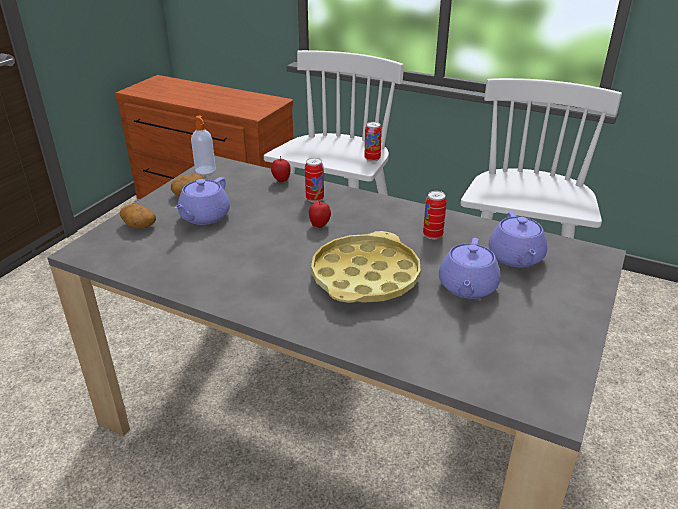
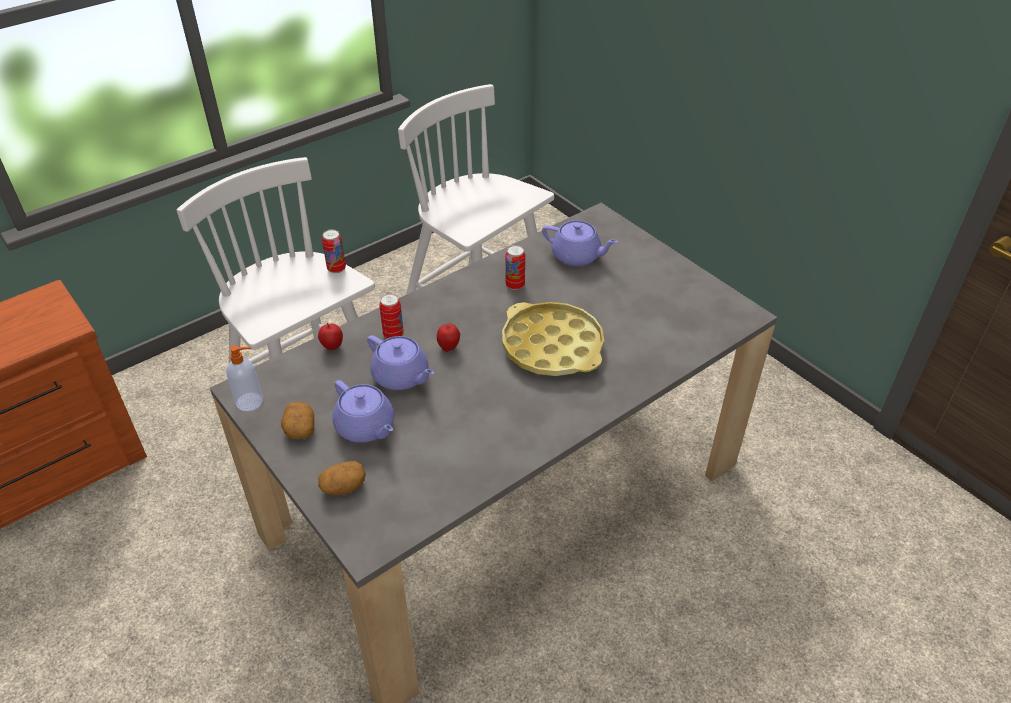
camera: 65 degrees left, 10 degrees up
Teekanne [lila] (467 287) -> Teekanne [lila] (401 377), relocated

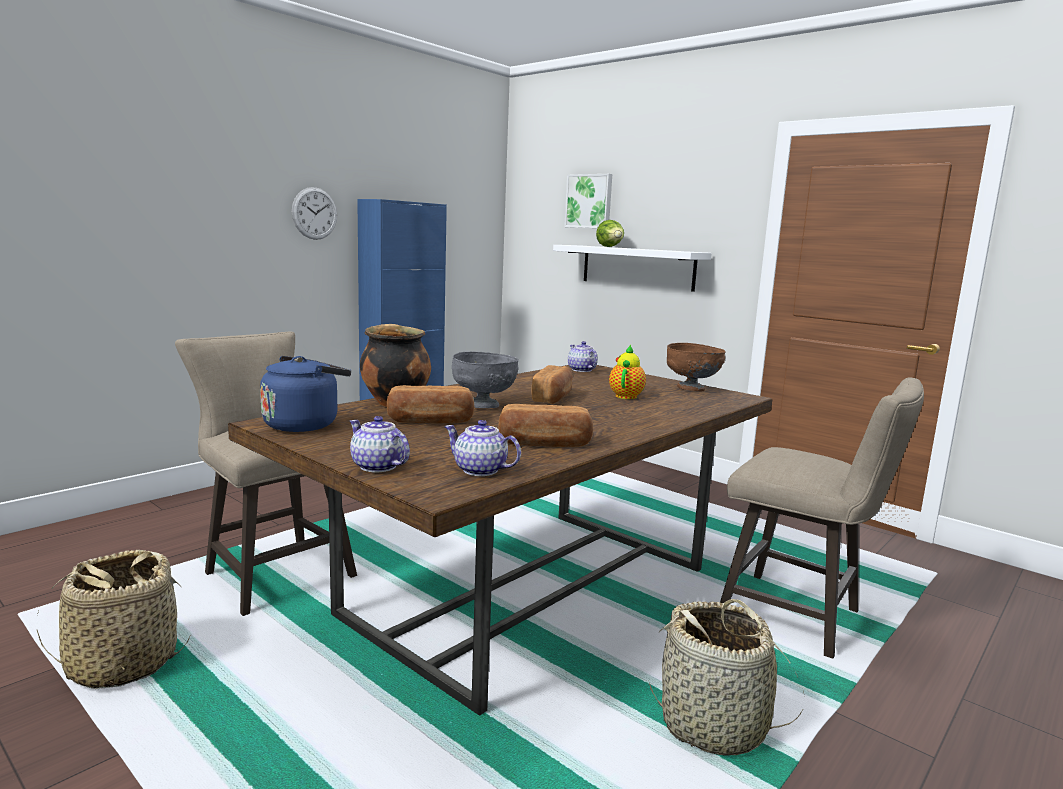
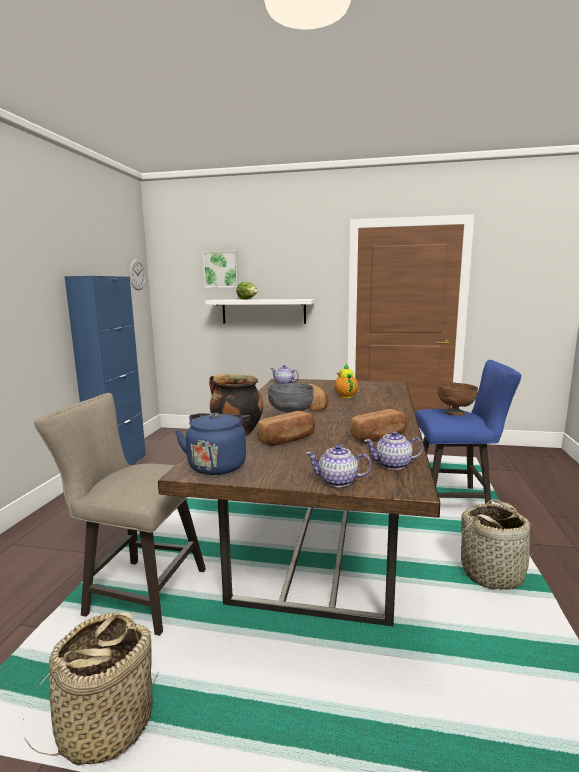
camera: 30 degrees left, 0 degrees up
Wanduhr (314 213) -> Wanduhr (137 274), relocated
Schüssel [braun] (691 389) -> Schüssel [braun] (455 413), relocated
Hocker [beige] (800 618) -> Hocker [blau] (456 500)

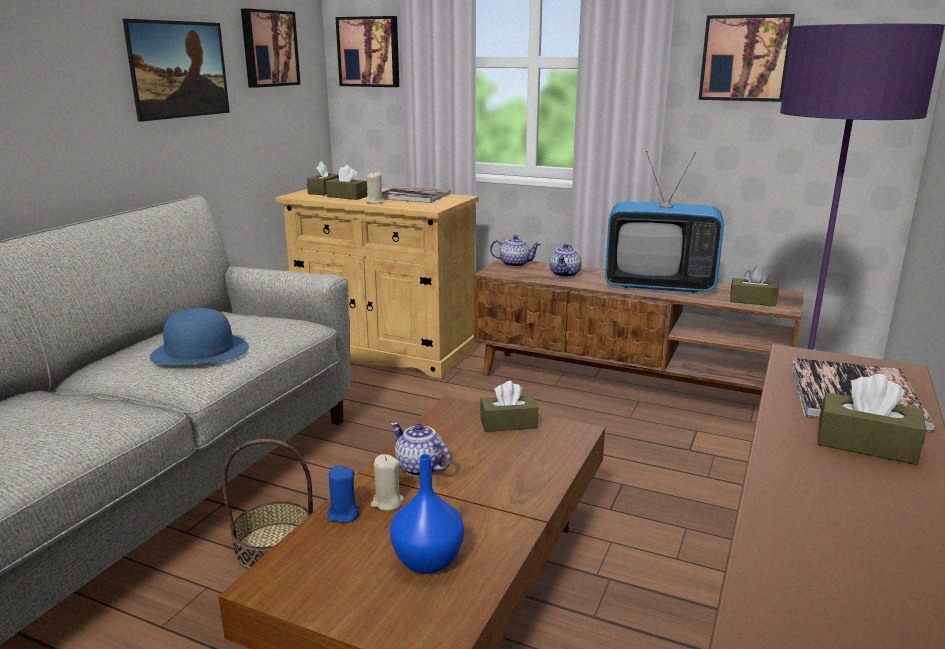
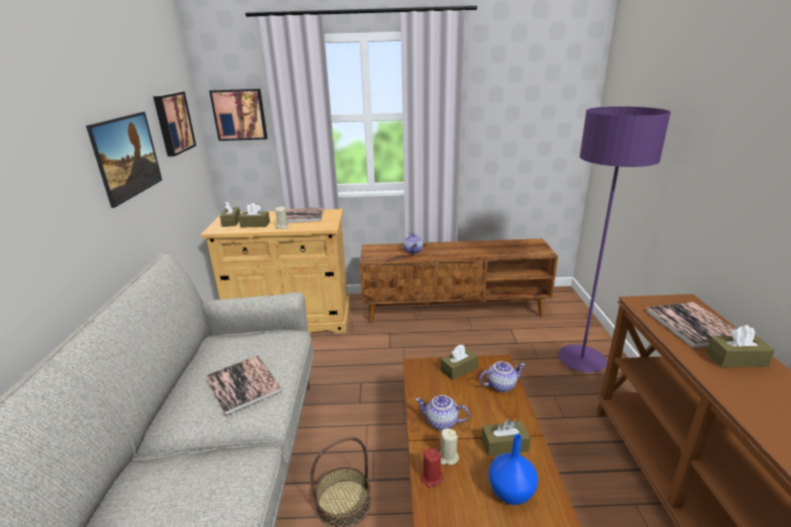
camera: 25 degrees left, 5 degrees up
Bild (745 58) -> none
Fernseher (659 285) -> none
Teekanne (515 264) -> Teekanne (501 385), relocated
Taschentuchbox [braun] (752 300) -> Taschentuchbox [braun] (504 445), relocated
Hut [blau] (199 351) -> Buch (243 385)
Kerze [blau] (343 515) -> Kerze [rot] (431 478)

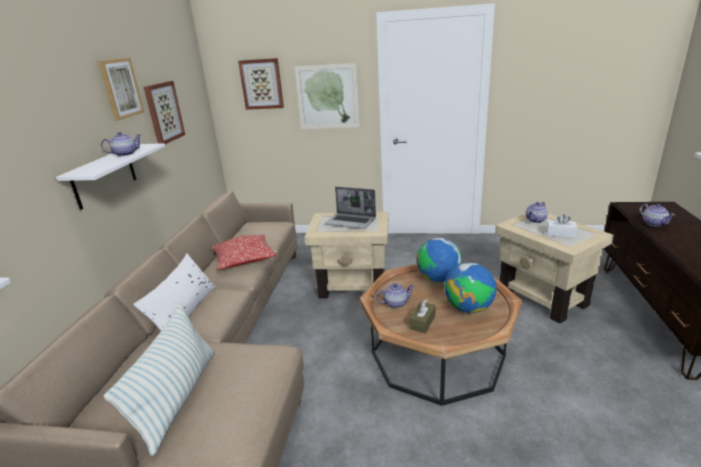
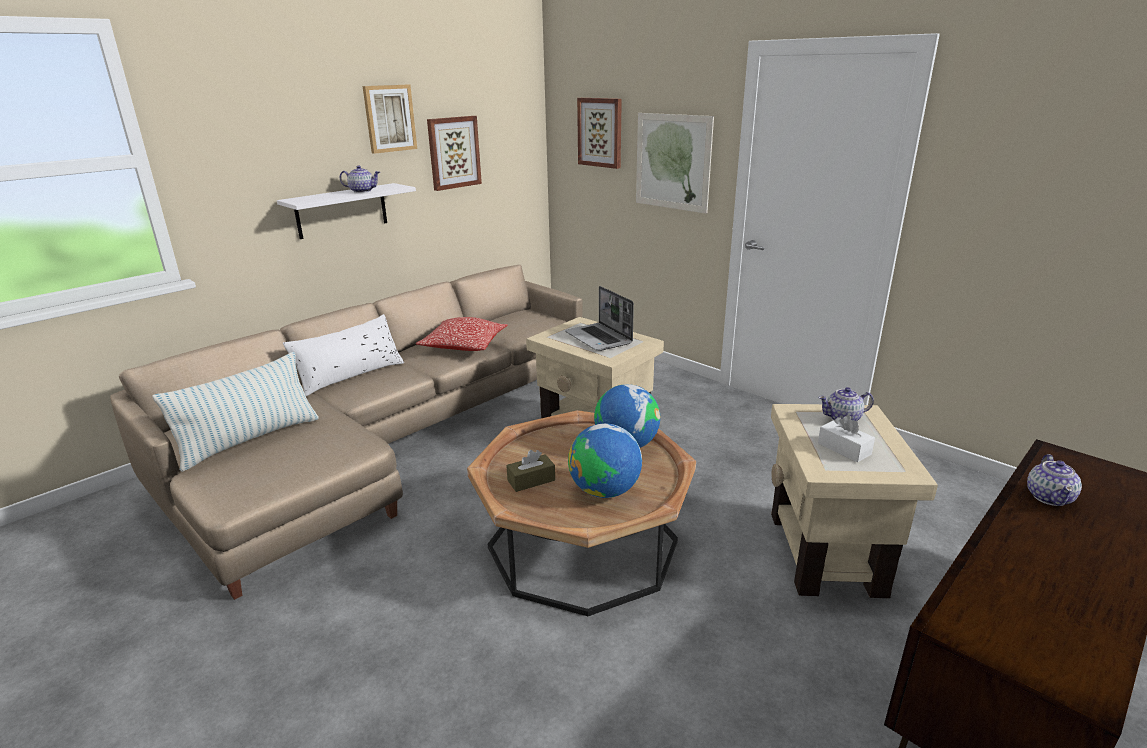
camera: 35 degrees right, 0 degrees up
Teekanne (395 303) -> none

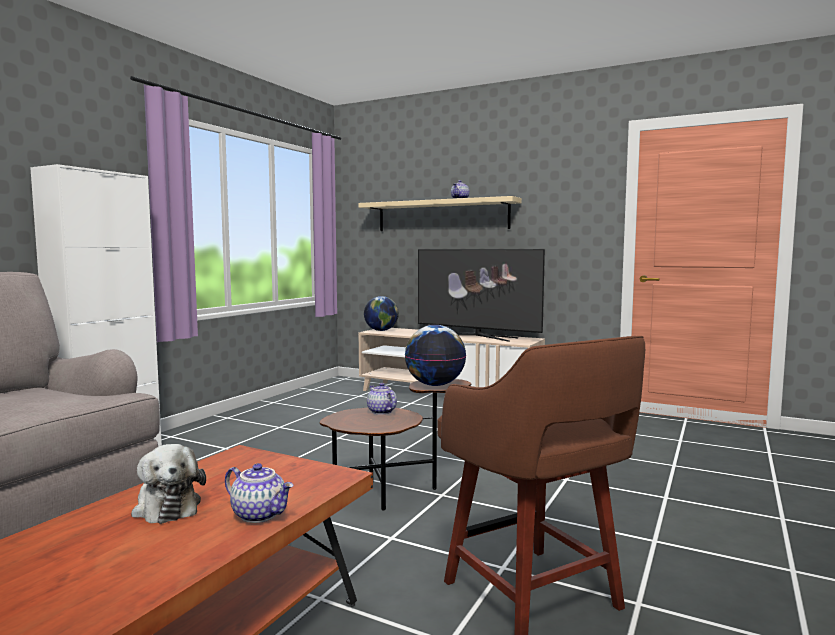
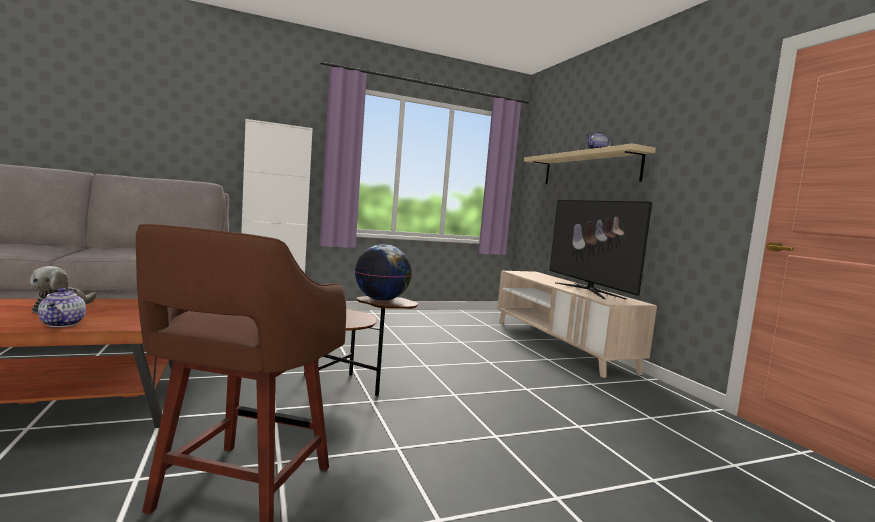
camera: 40 degrees right, 0 degrees up
Globus (381 330) -> none
Teekanne (381 412) -> none

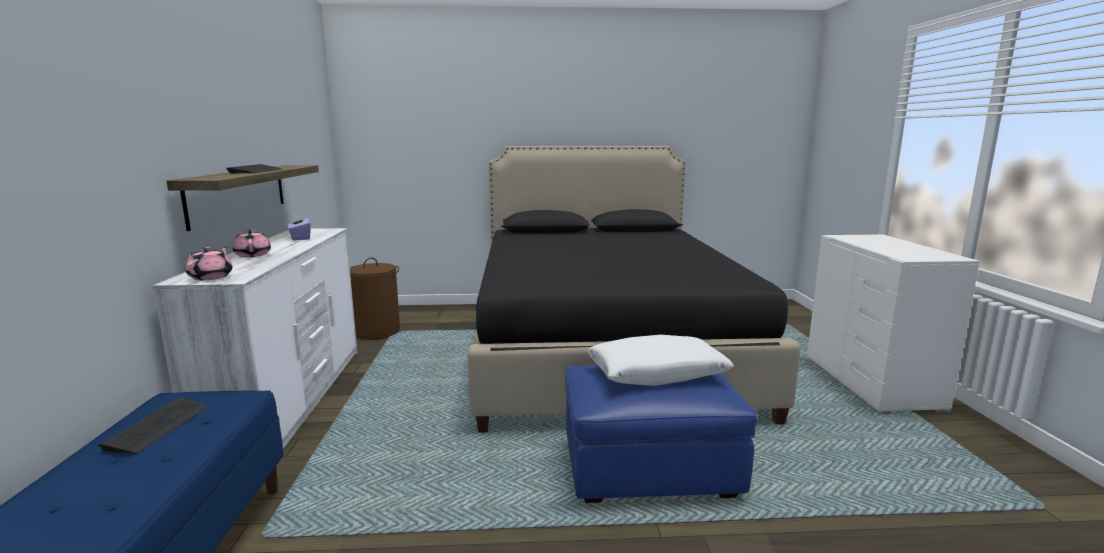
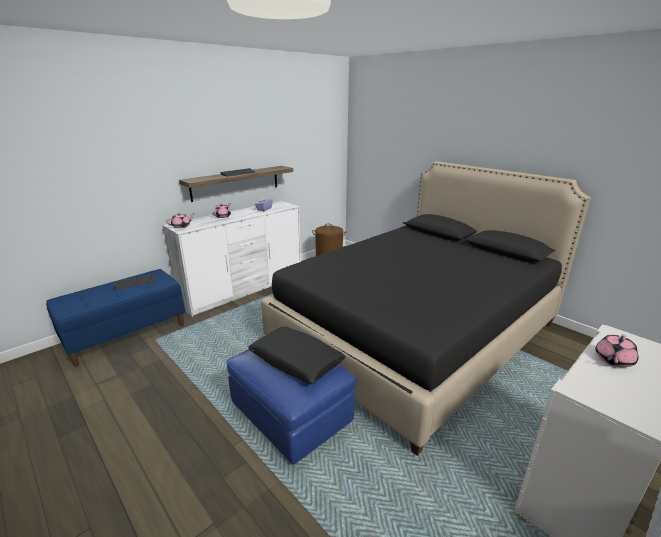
camera: 50 degrees right, 10 degrees up
Kissen [weiß] (657 373) -> Kissen [schwarz] (296 361)
none -> Teekanne [rosa] (613 360)

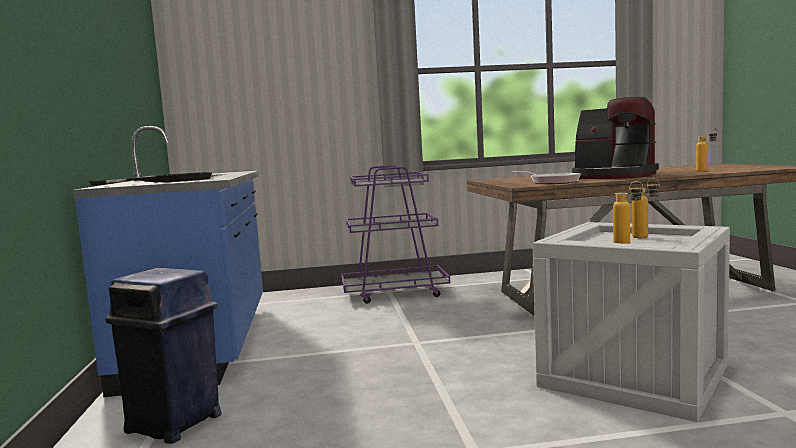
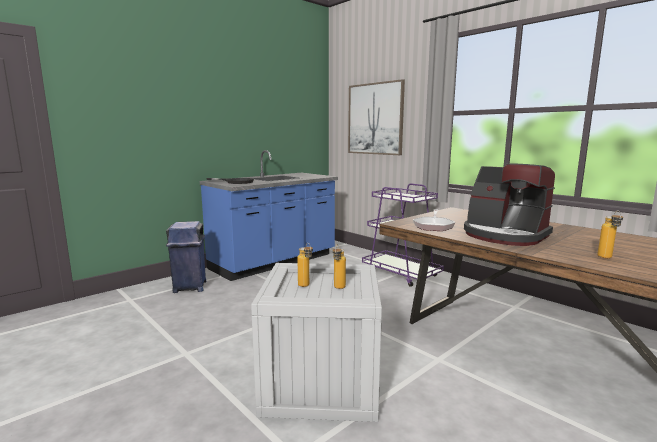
camera: 55 degrees right, 5 degrees up
Kaffeemaschine (614 176) -> Kaffeemaschine (504 235), 45 degrees counterclockwise
none -> Bild (375 119)

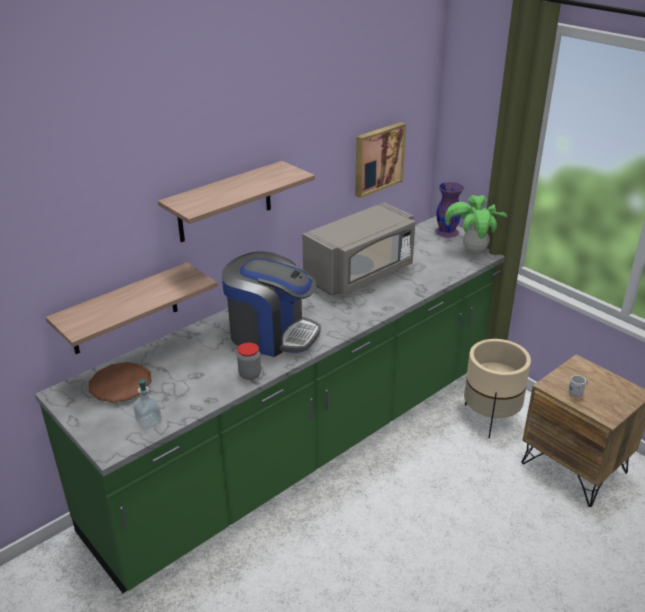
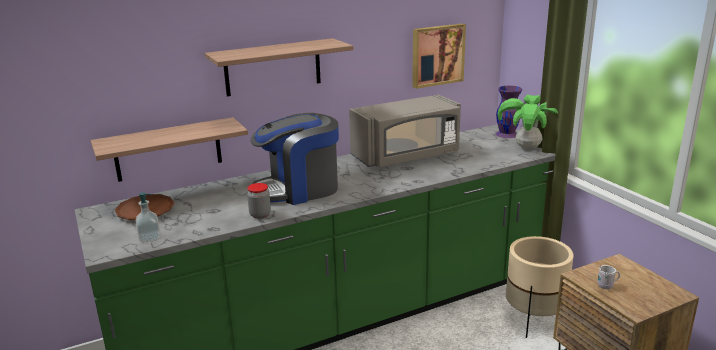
camera: 15 degrees right, 10 degrees down
Kaffeemaschine (272 334) -> Kaffeemaschine (299 189), 120 degrees clockwise

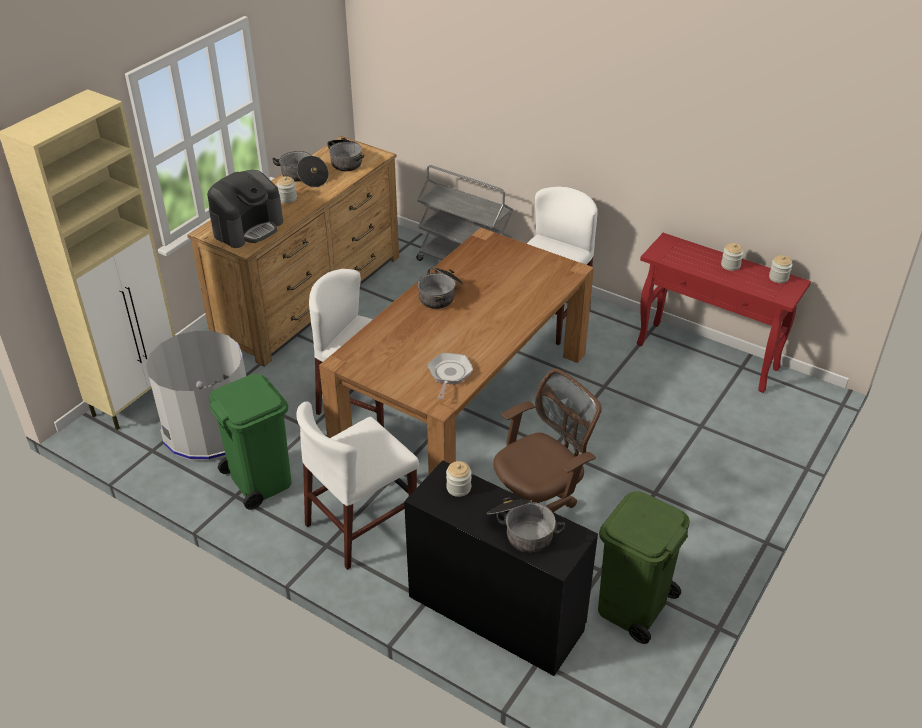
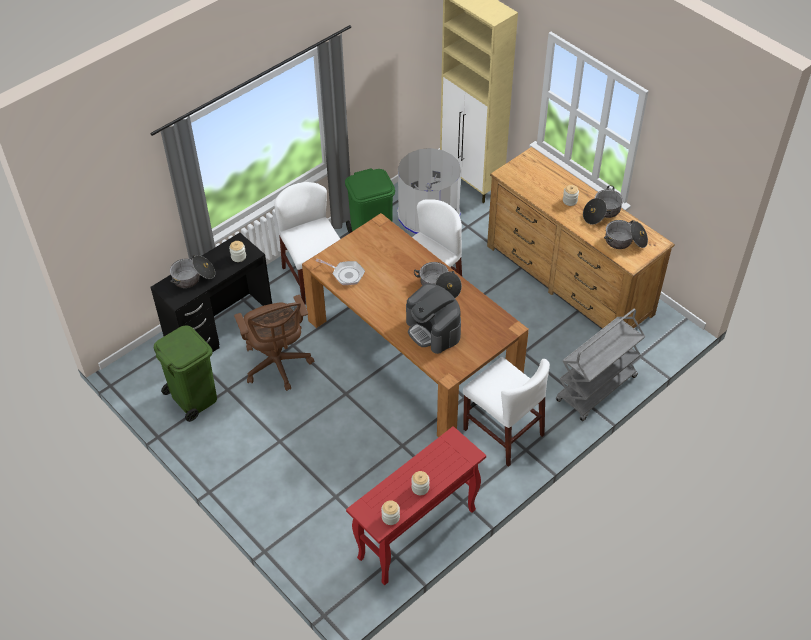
camera: 105 degrees right, 10 degrees up
Kaffeemaschine (248 228) -> Kaffeemaschine (433 330), relocated

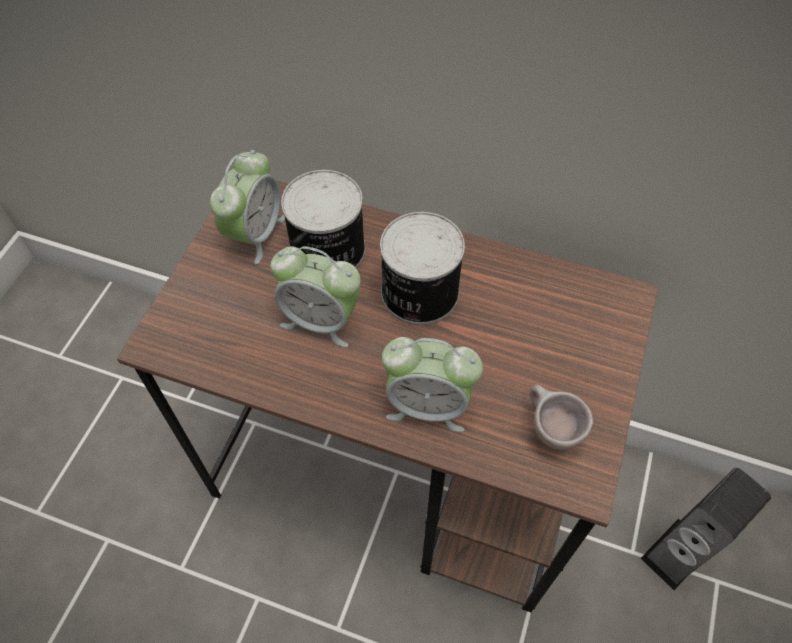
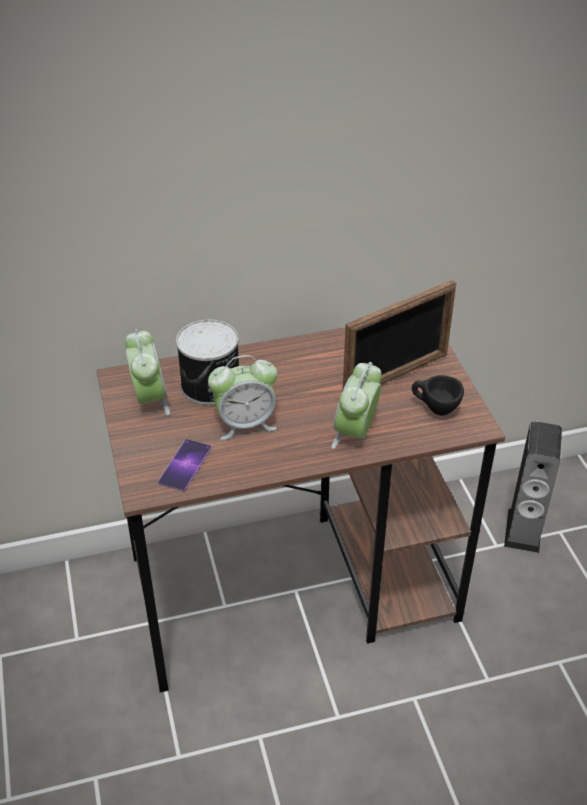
camera: 35 degrees left, 15 degrees down
Dose (418 293) -> none
Wecker (428 405) -> Wecker (355 433), 135 degrees clockwise
Tasse [beige] (549 429) -> Tasse [schwarz] (434 409)
none -> Bilderrahmen (396 376)
none -> Handy (185 465)

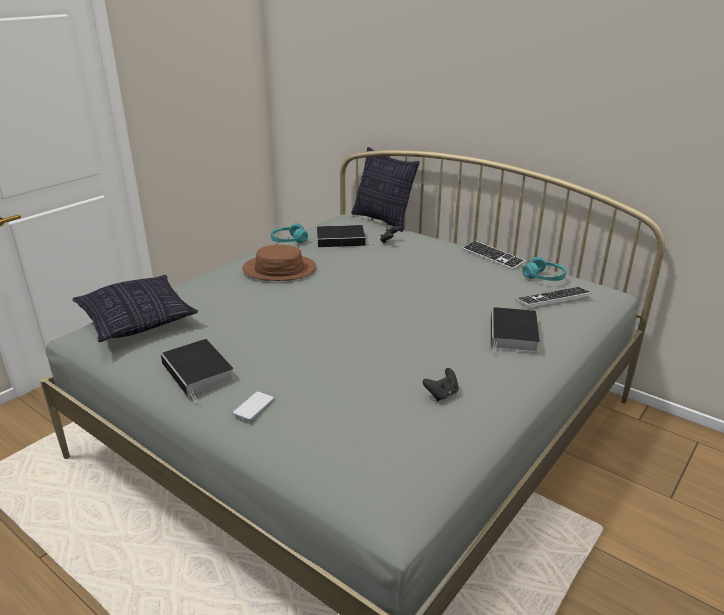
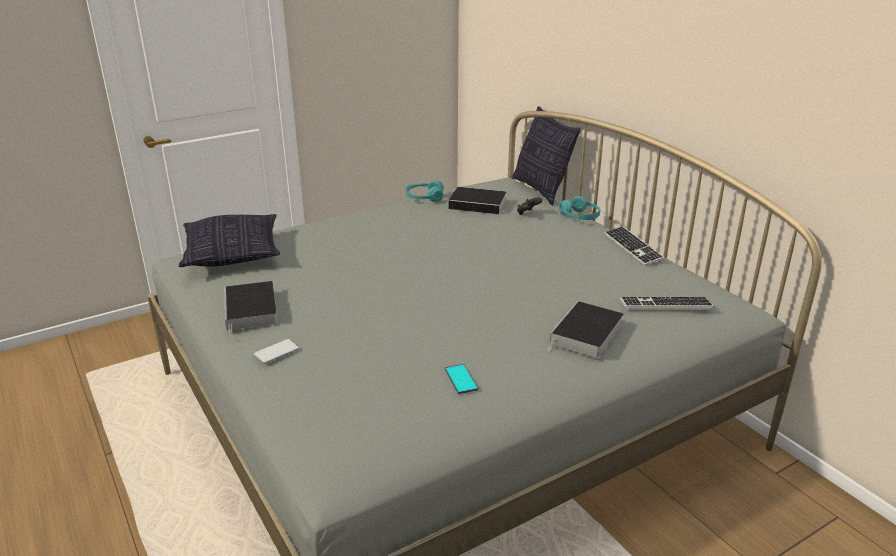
camera: 20 degrees right, 0 degrees up
Hut [braun] (279 269) -> none
Kopfhörer [türkis] (544 277) -> Kopfhörer [türkis] (579 216), relocated
Gamepad [schwarz] (442 394) -> Handy (460 379)

